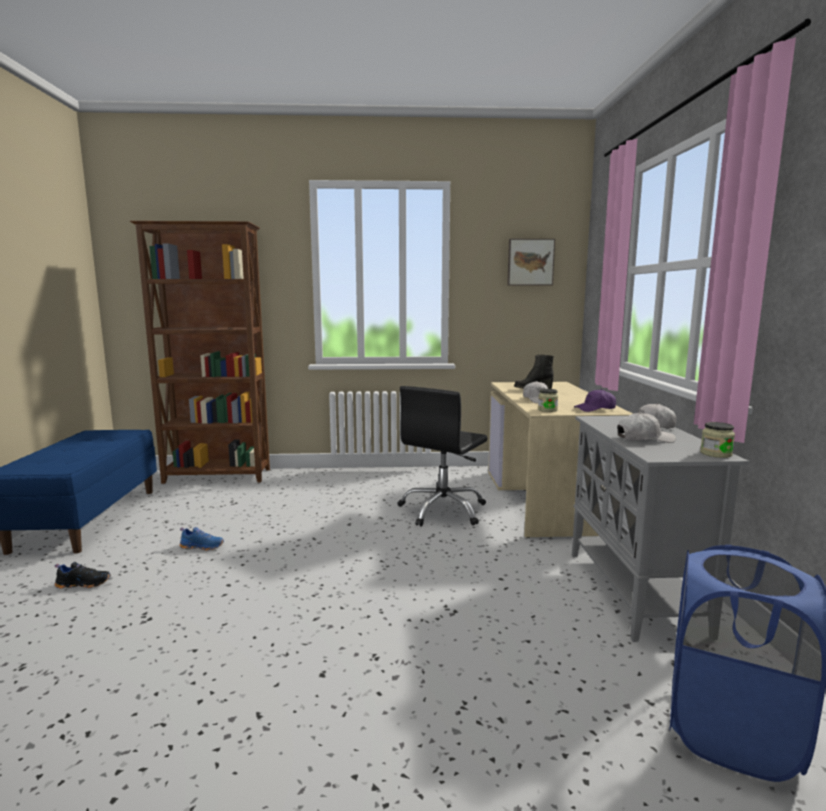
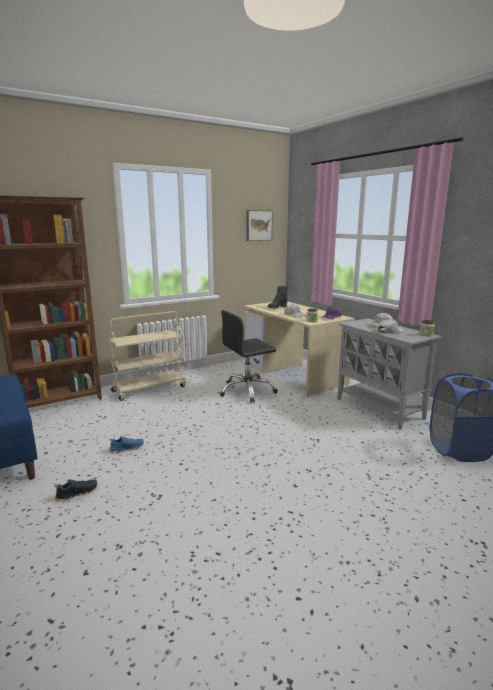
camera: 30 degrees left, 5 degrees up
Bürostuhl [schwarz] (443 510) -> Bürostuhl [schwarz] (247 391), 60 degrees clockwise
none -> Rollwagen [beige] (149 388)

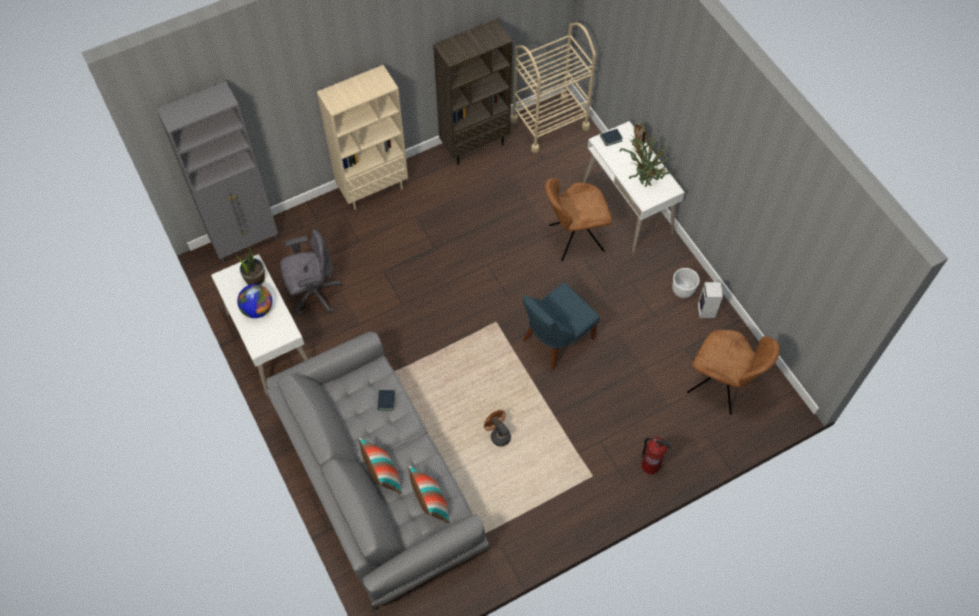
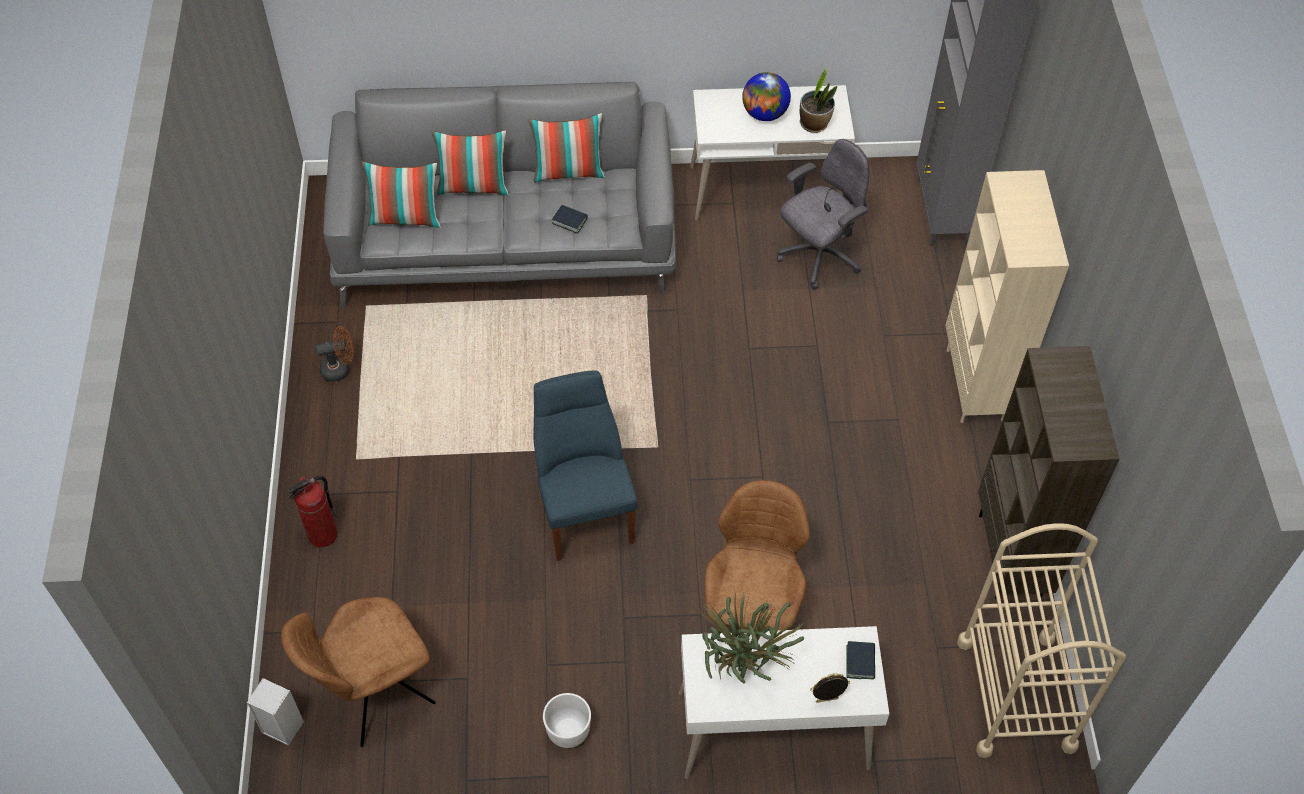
camera: 115 degrees right, 5 degrees down
Bürostuhl [grau] (313 294) -> Bürostuhl [grau] (818 257), 135 degrees counterclockwise
Lautsprecher (706 311) -> Lautsprecher (281 727), relocated
Ventilator [braun] (498 434) -> Ventilator [braun] (340 369), relocated
none -> Kissen (568 172)

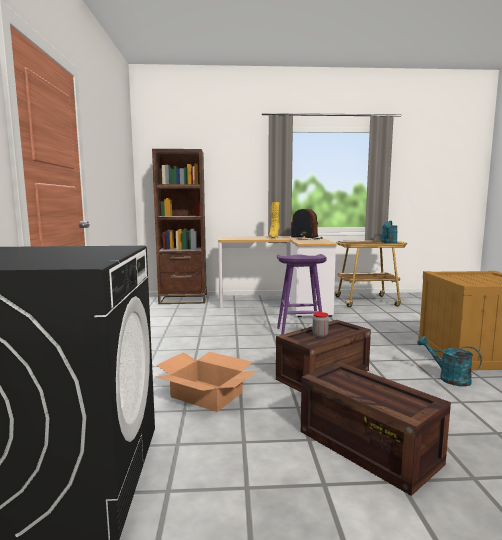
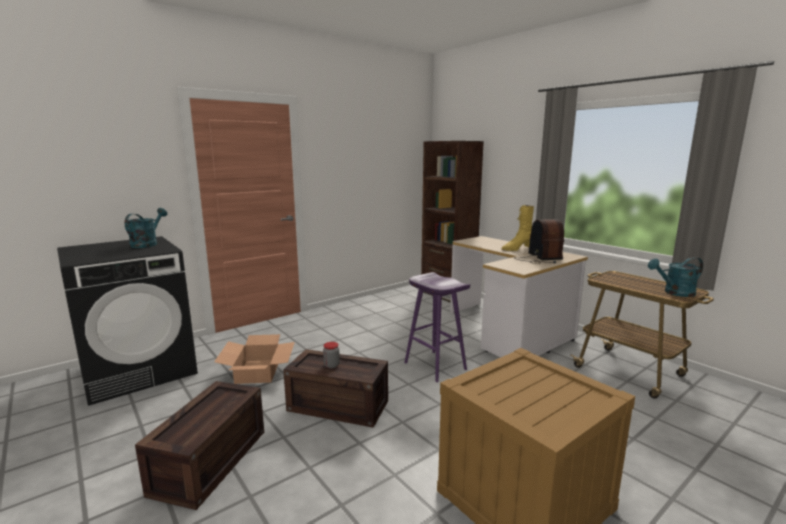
camera: 55 degrees right, 5 degrees up
Gießkanne [türkis] (449 378) -> Gießkanne [türkis] (147 244), relocated

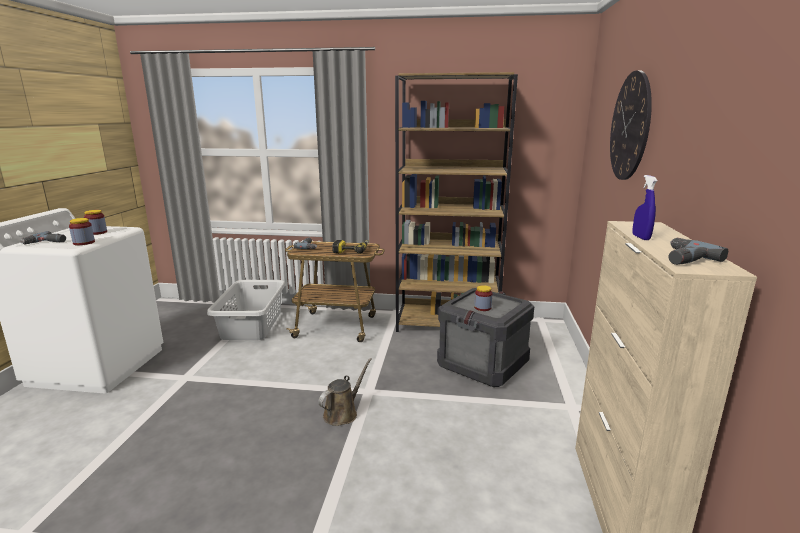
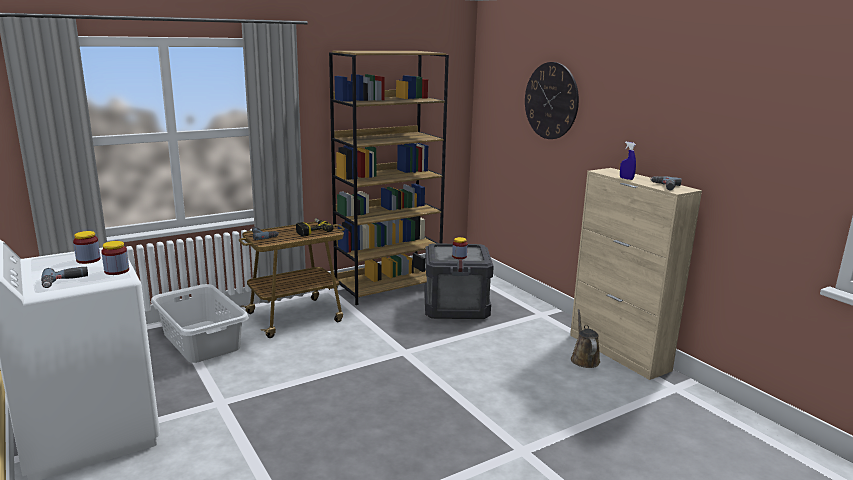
camera: 40 degrees left, 0 degrees up
Gießkanne [braun] (342 413) -> Gießkanne [braun] (584 359), relocated

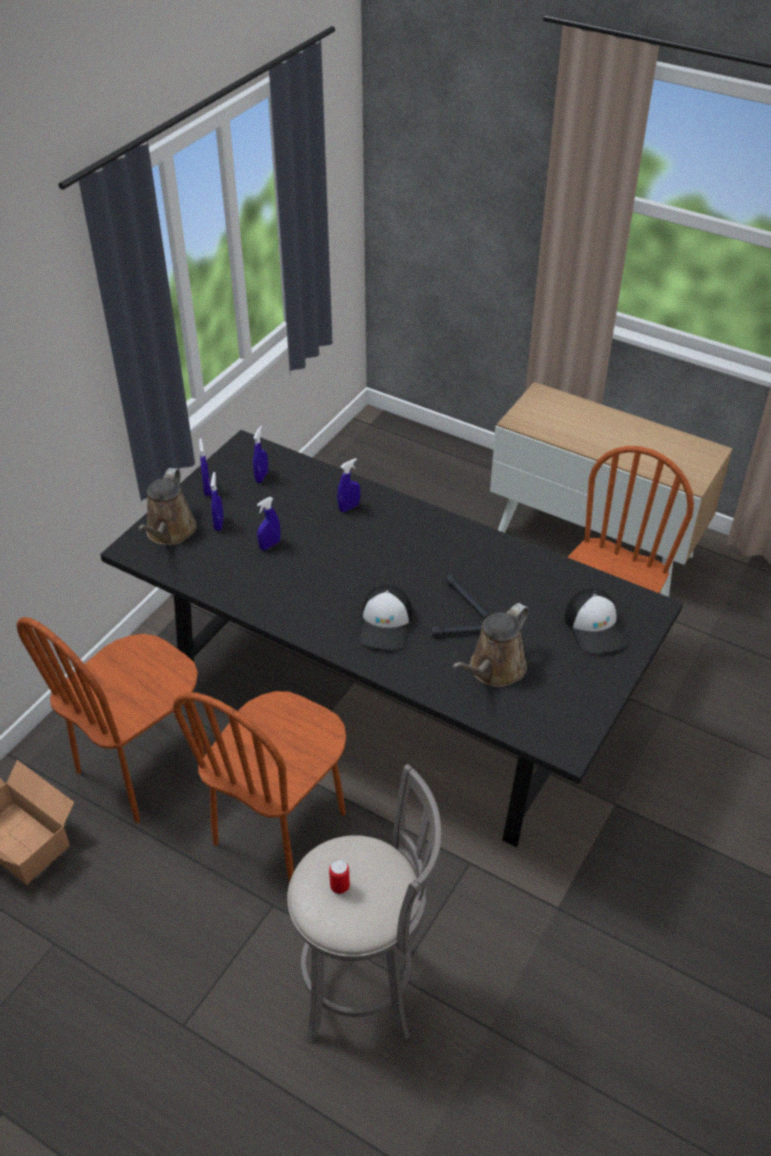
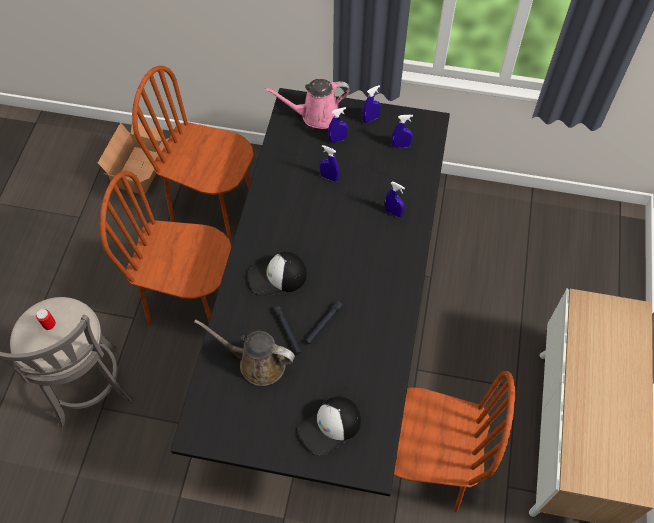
camera: 70 degrees right, 15 degrees up
Gießkanne [braun] (169 532) -> Gießkanne [rosa] (316 115)

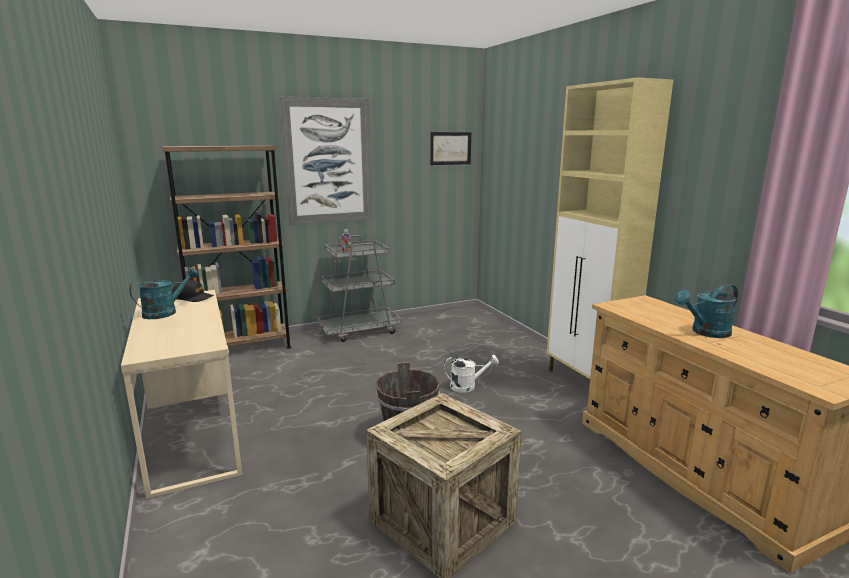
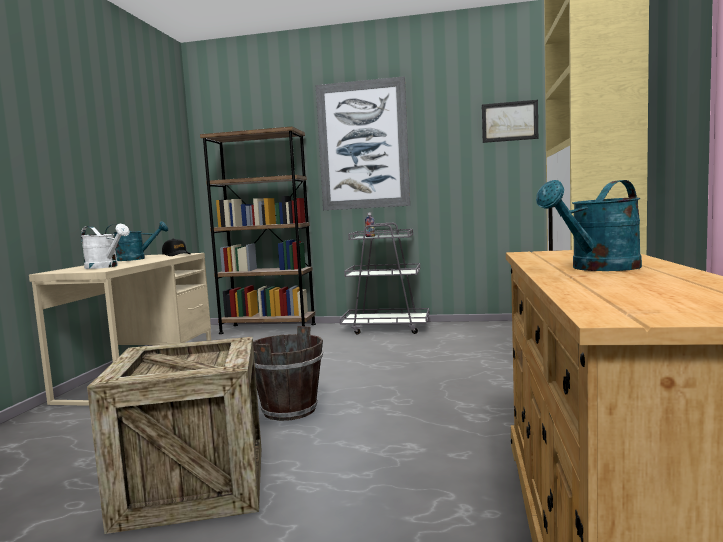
camera: 35 degrees right, 10 degrees down
Gießkanne [türkis] (706 333) -> Gießkanne [türkis] (598 268), 45 degrees counterclockwise
Gießkanne [weiß] (467 386) -> Gießkanne [weiß] (105 267), relocated

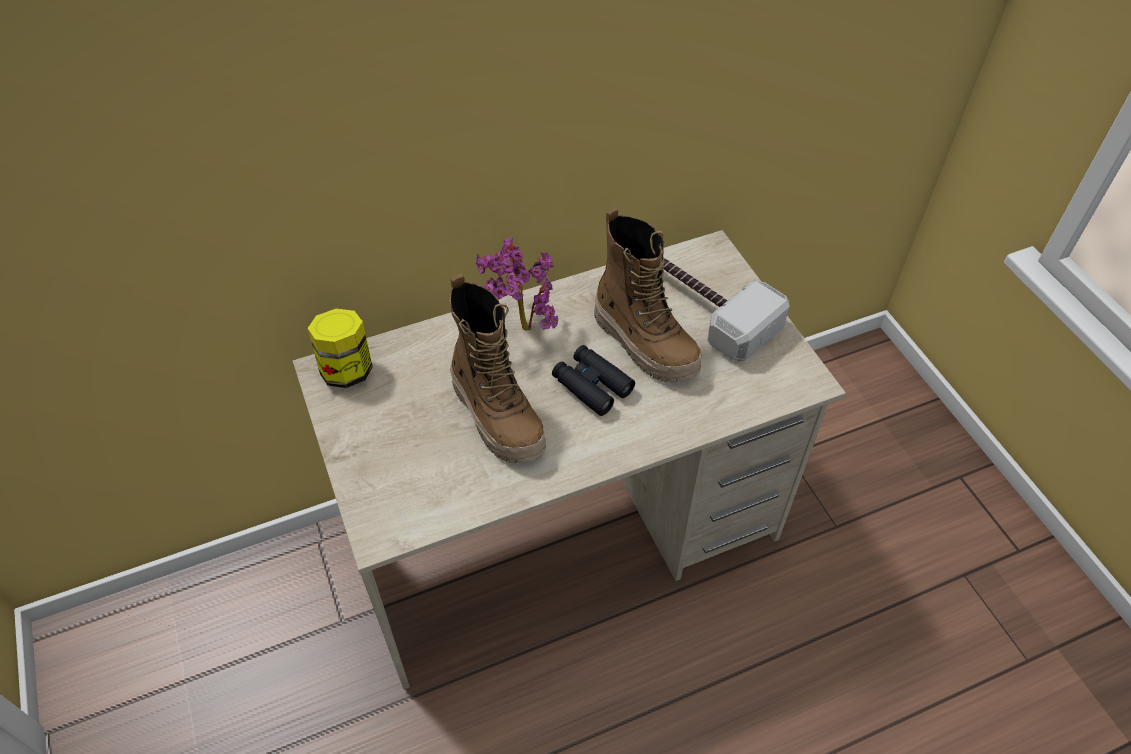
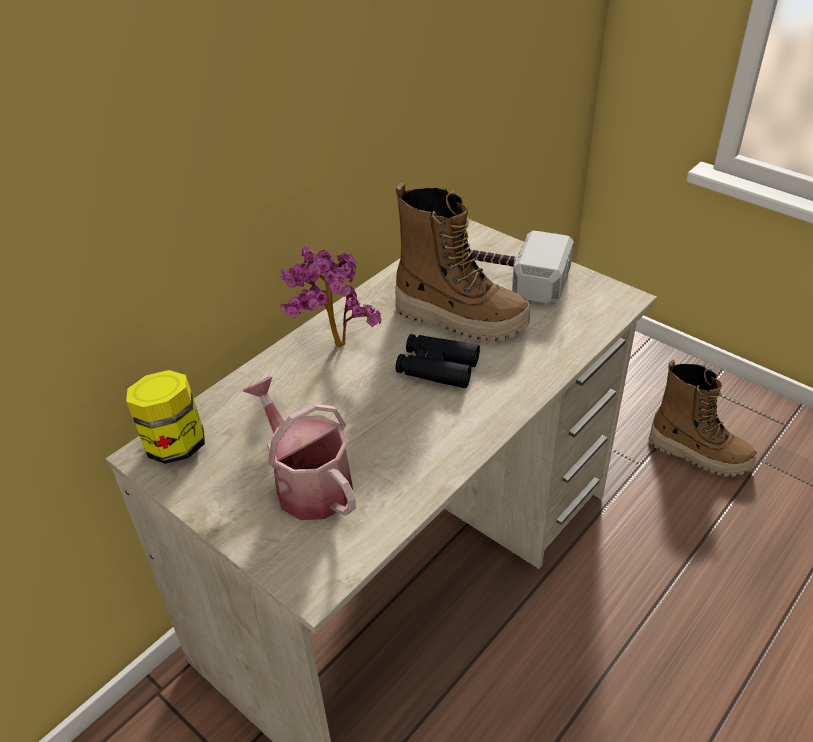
camera: 25 degrees left, 10 degrees down
Stiefel (498 415) -> Stiefel (699 453), relocated
none -> Gießkanne (307 482)

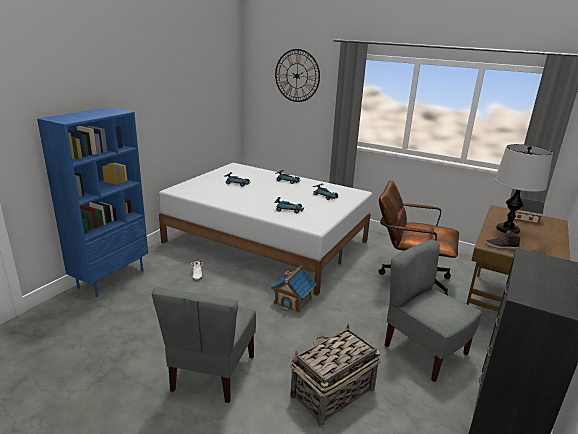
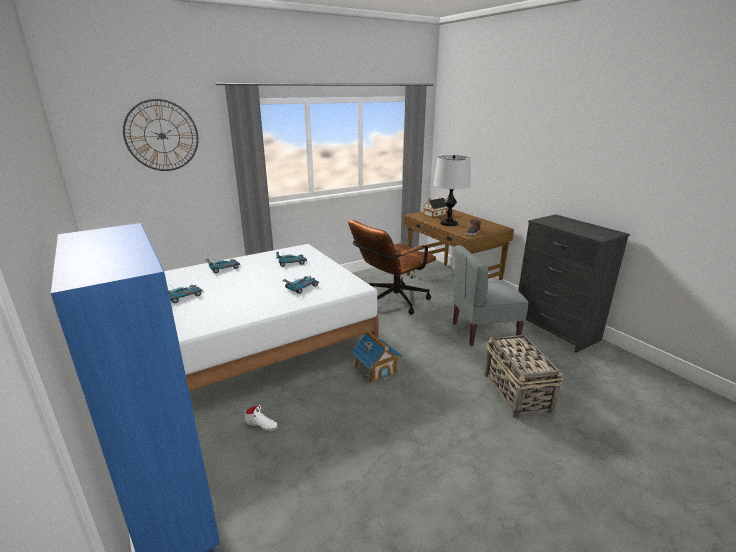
camera: 60 degrees left, 0 degrees up
Stuhl [grau] (212 373) -> none

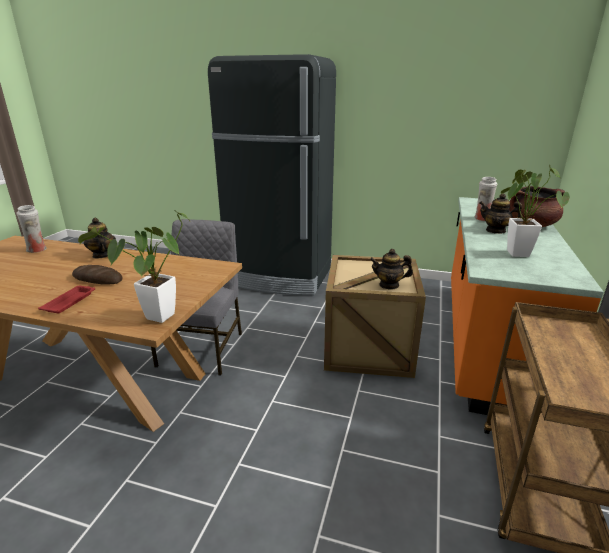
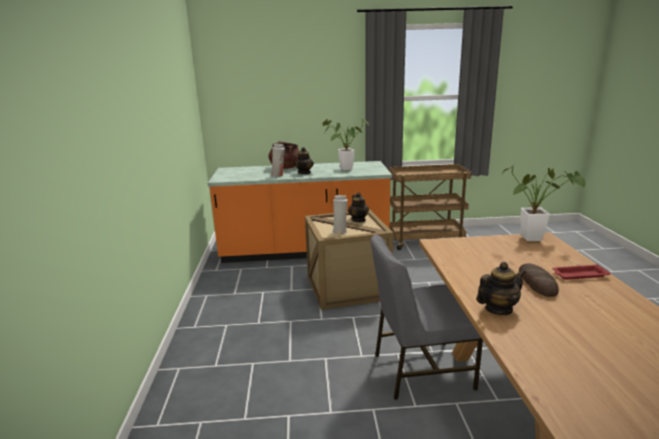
camera: 110 degrees left, 5 degrees down
Kühlschrank [schwarz] (280 277) -> none
Vase [weiß] (37 250) -> Vase [weiß] (340 231), relocated
Teekanne (102 255) -> Teekanne (498 309), 150 degrees counterclockwise

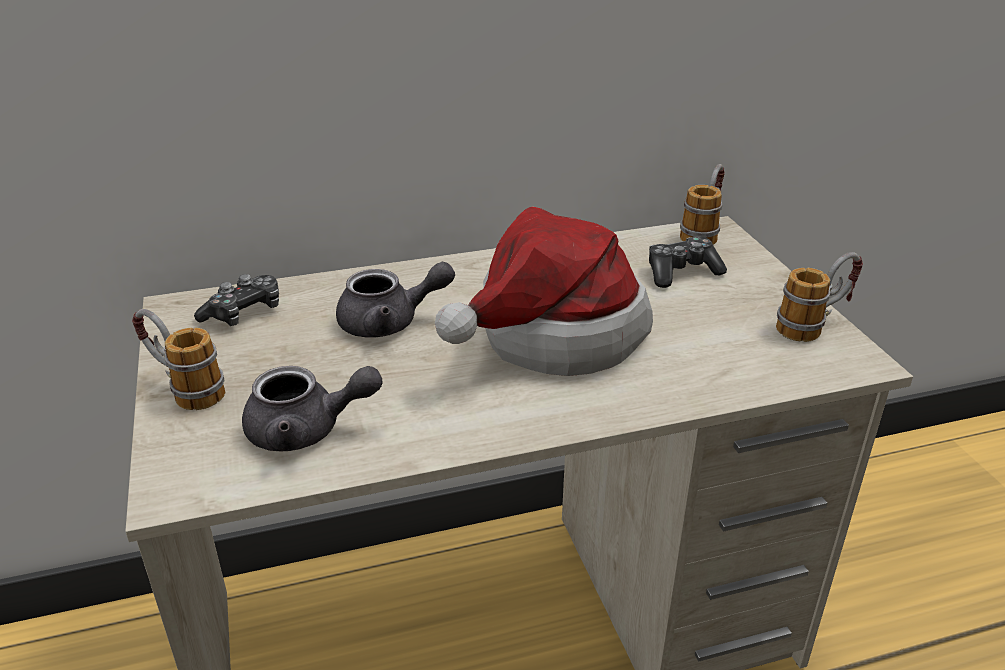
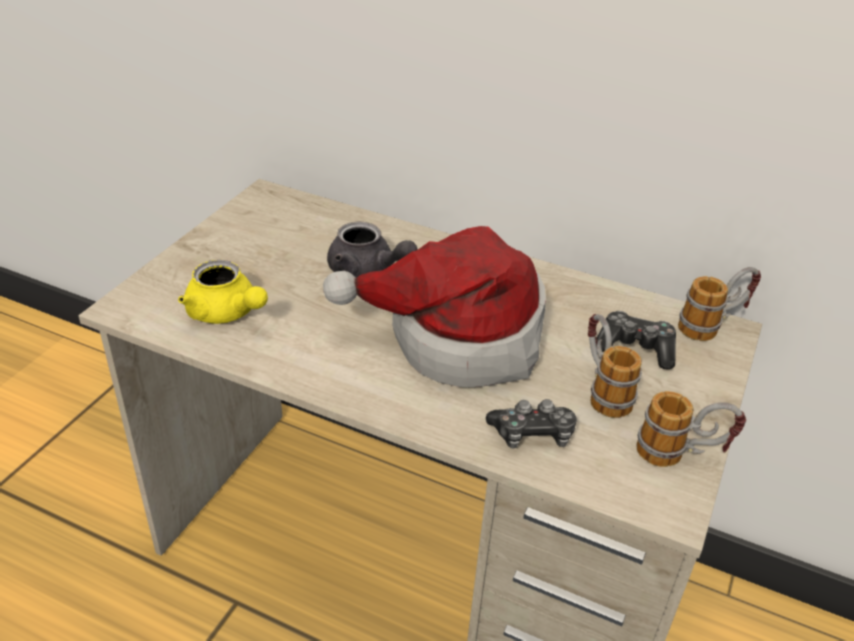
camera: 40 degrees right, 5 degrees up
Gamepad (244 313) -> Gamepad (532 434), relocated
Henkelbecher (183 389) -> Henkelbecher (601 389), relocated
Teekanne [grau] (307 430) -> Teekanne [gelb] (226 313)

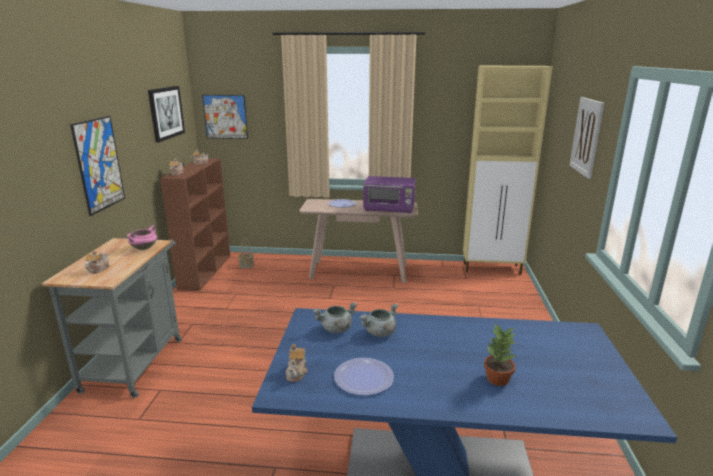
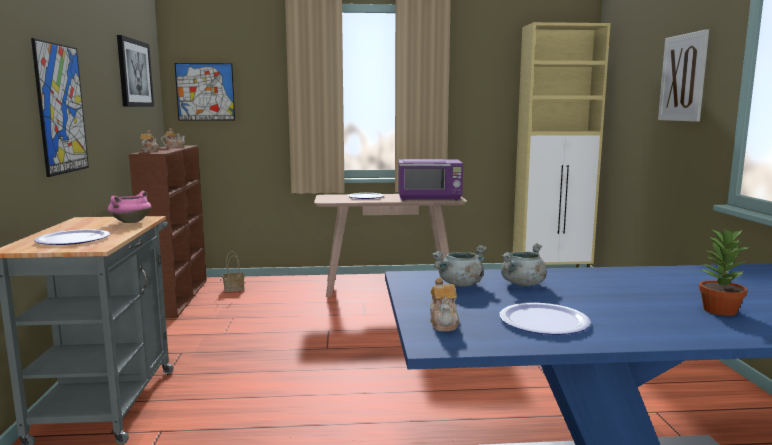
camera: 10 degrees left, 10 degrees down
Teekanne (98 269) -> Teller (73 239)

